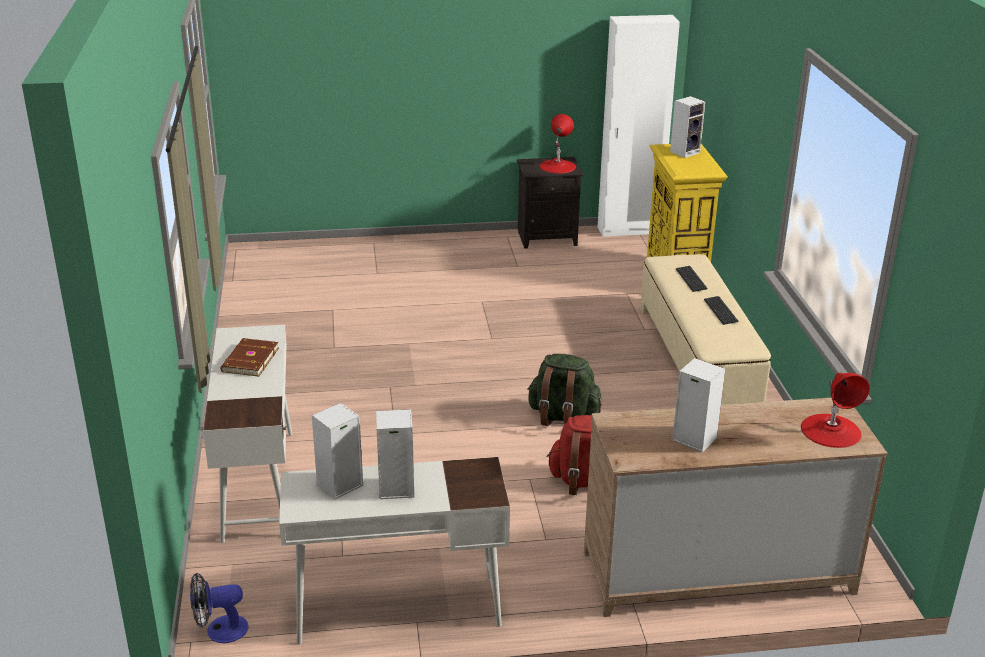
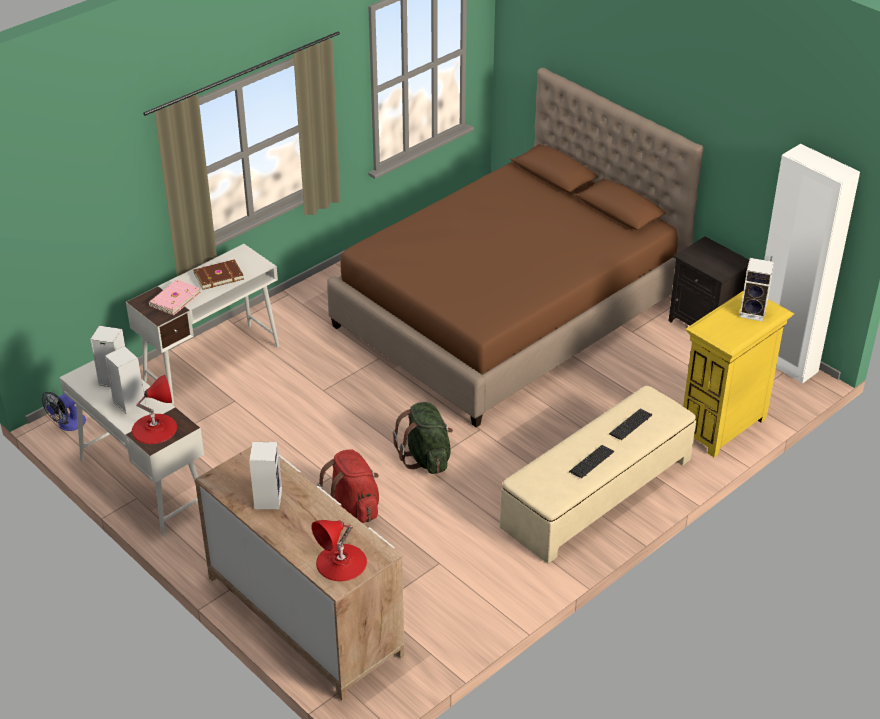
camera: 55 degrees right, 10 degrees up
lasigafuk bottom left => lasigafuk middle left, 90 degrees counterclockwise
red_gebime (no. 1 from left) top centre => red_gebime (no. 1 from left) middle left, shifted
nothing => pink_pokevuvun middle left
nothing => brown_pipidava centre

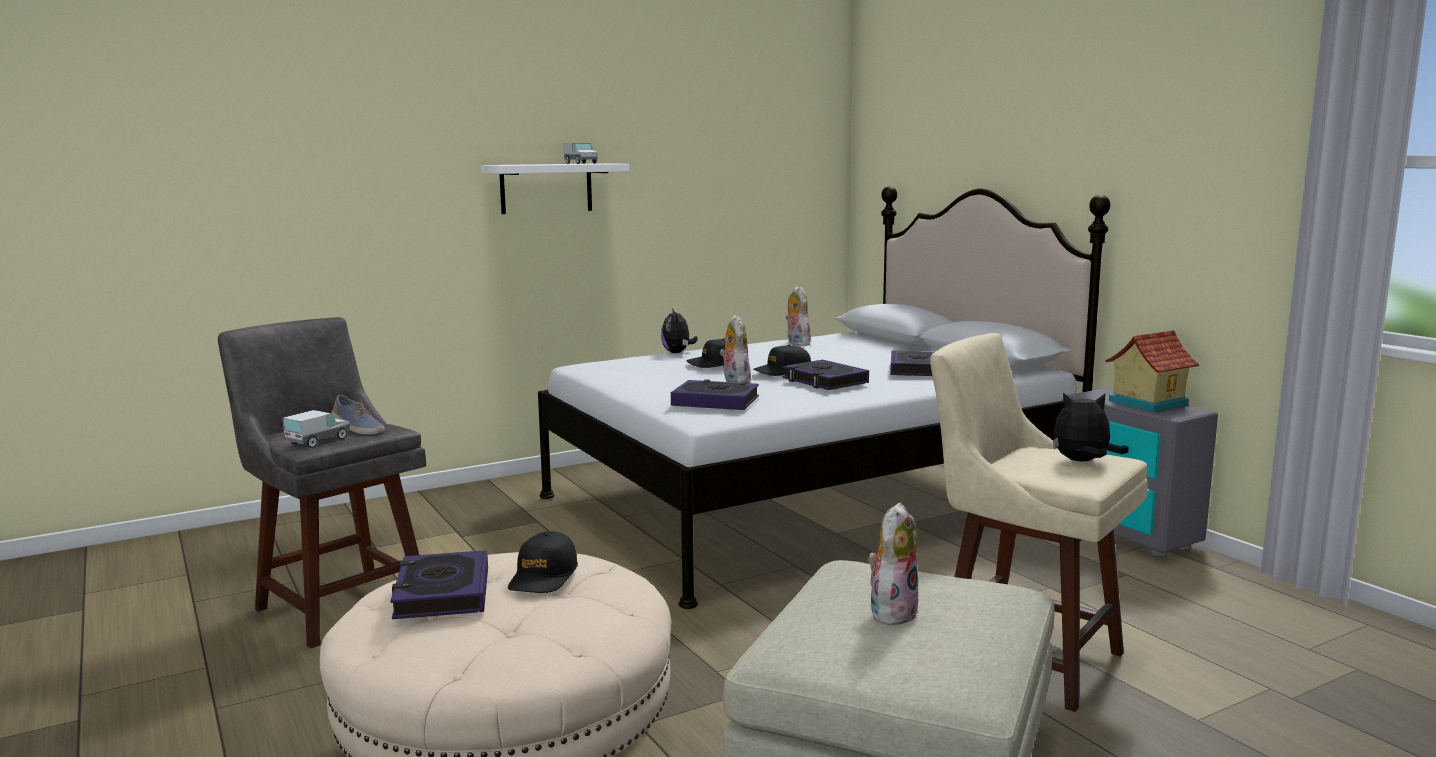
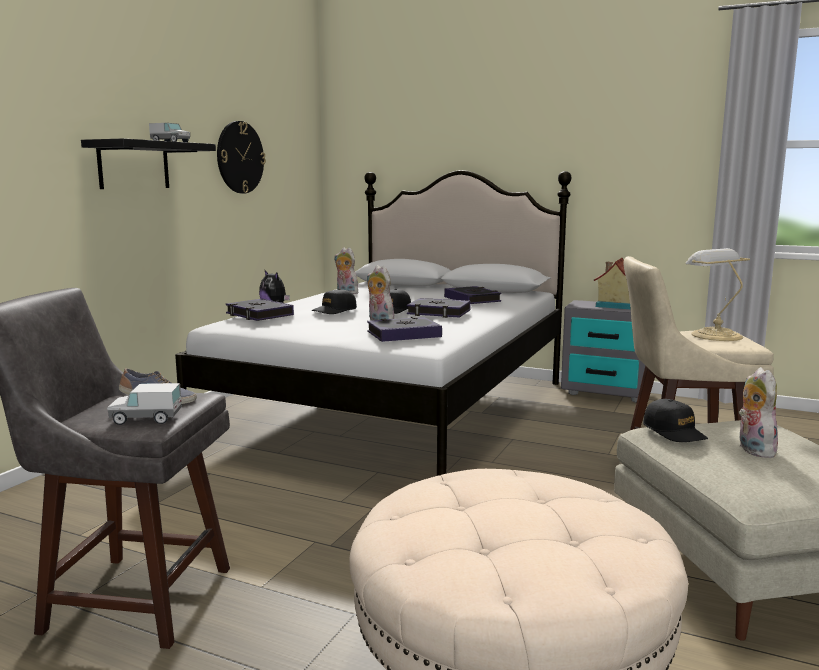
camera: 35 degrees left, 0 degrees up
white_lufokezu top centre => black_lufokezu top left
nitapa (no. 1 from left) middle left, 90 degrees counterclockwise
nothing => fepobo top left
pokevuvun (no. 1 from left) bottom left => pokevuvun (no. 1 from left) middle left, shifted
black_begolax (no. 1 from left in the first image) bottom centre => black_begolax (no. 3 from left) middle right, shifted
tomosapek (no. 5 from left) middle right => gebime middle right

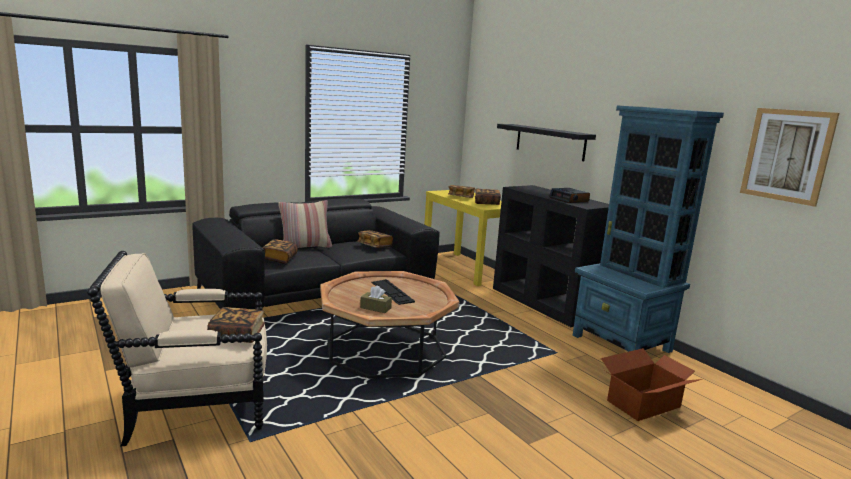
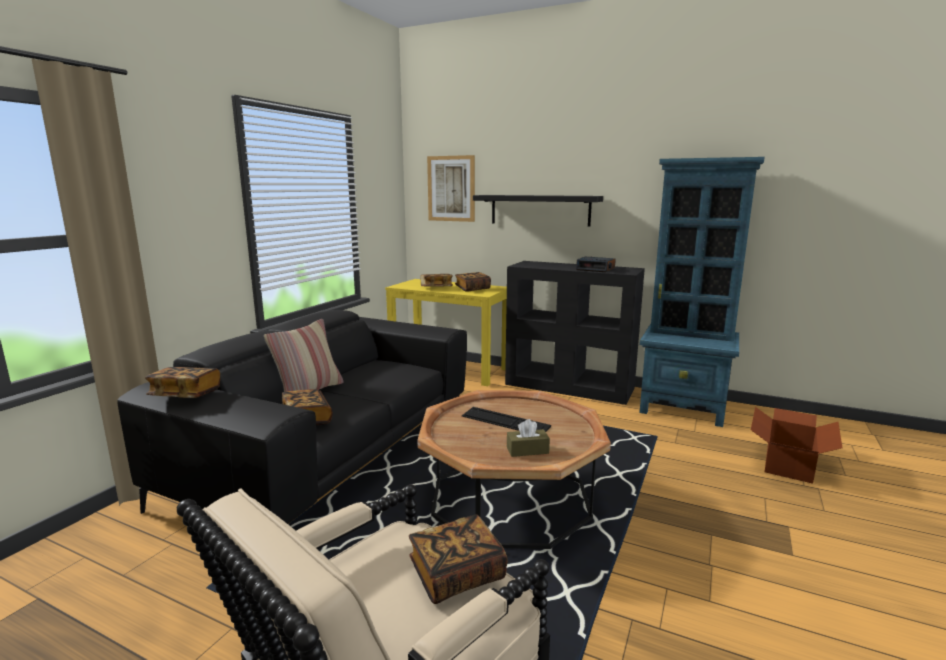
camera: 30 degrees left, 0 degrees up
pokevuvun (no. 3 from left in the first image) centre => pokevuvun (no. 1 from left) middle left, shifted
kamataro top right => kamataro top centre, shifted

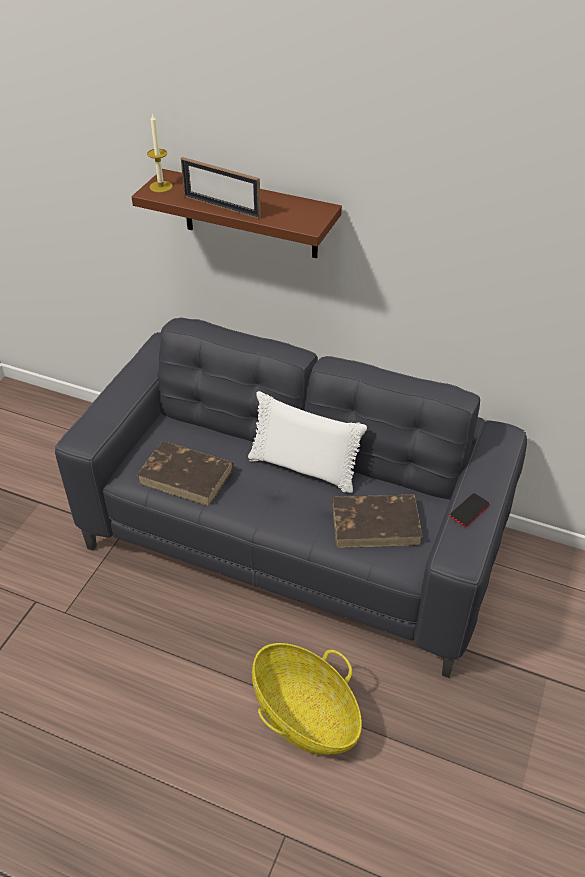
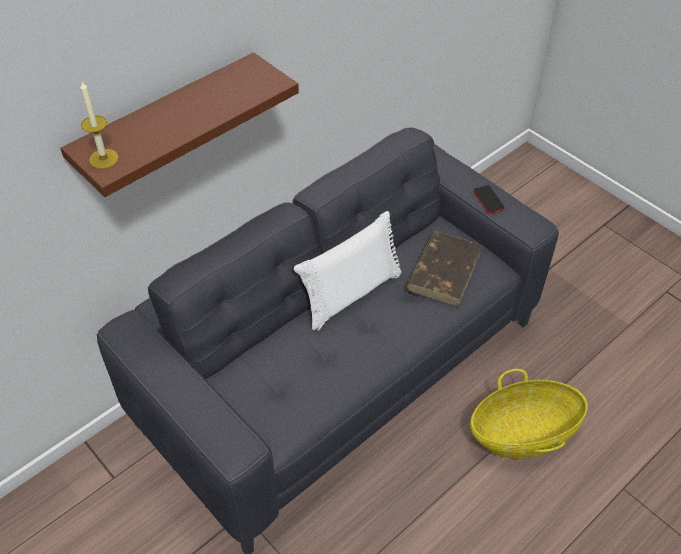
camera: 65 degrees left, 5 degrees up
brown_pokevuvun (no. 1 from left) middle left => nothing
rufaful top centre => nothing

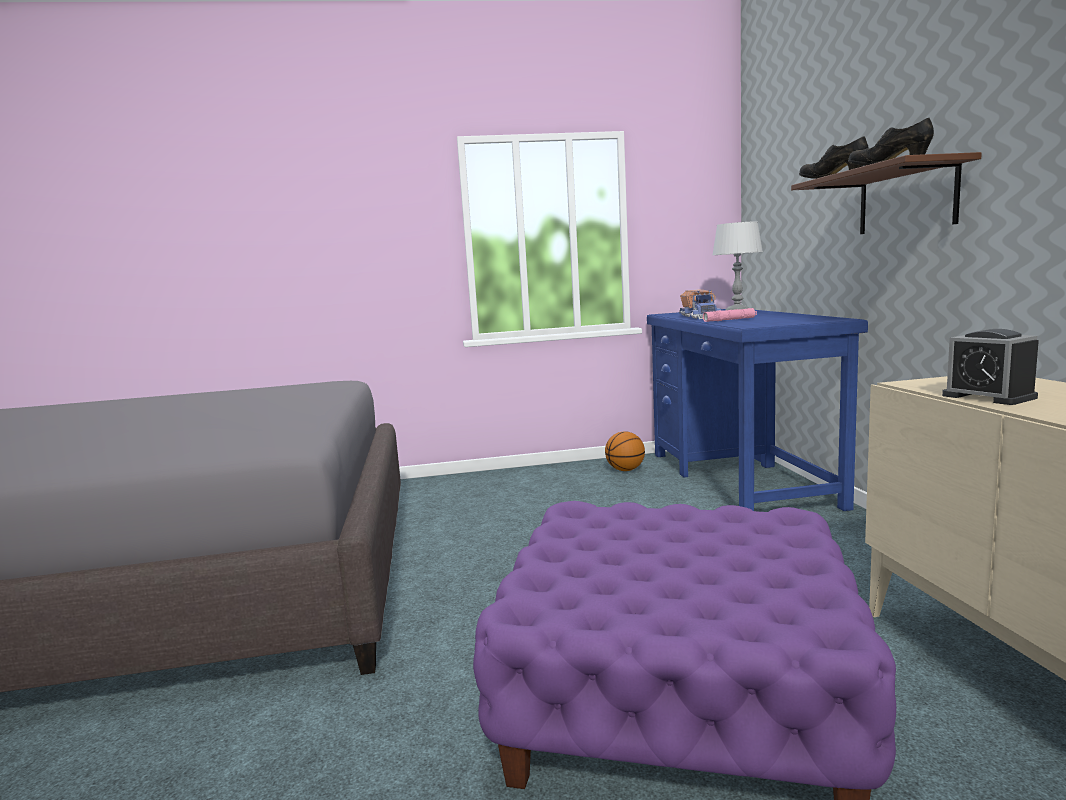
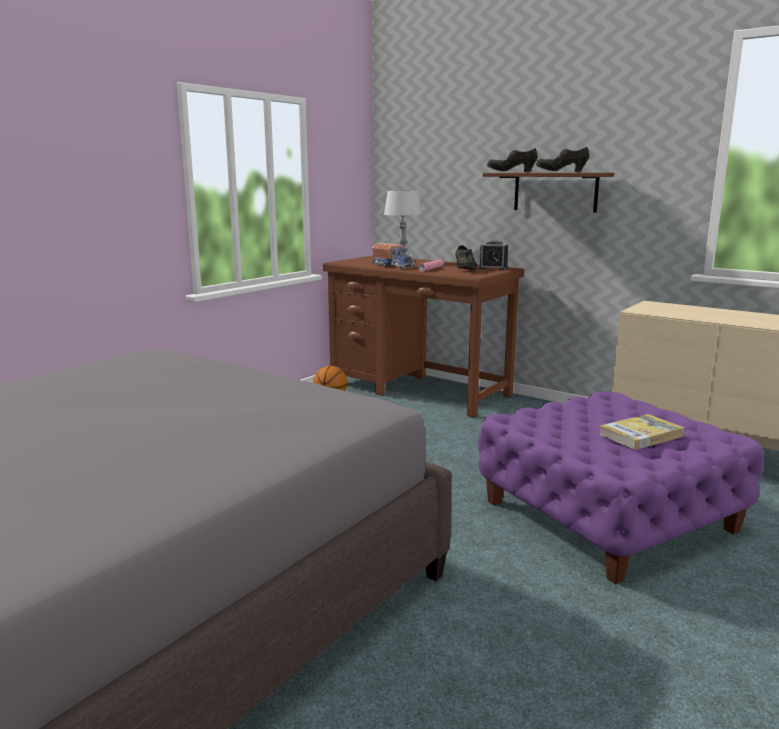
camera: 45 degrees left, 5 degrees up
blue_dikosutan middle right => brown_dikosutan centre
nothing => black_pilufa (no. 1 from left) centre
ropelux middle right => ropelux centre, shifted
nothing => pokevuvun middle right

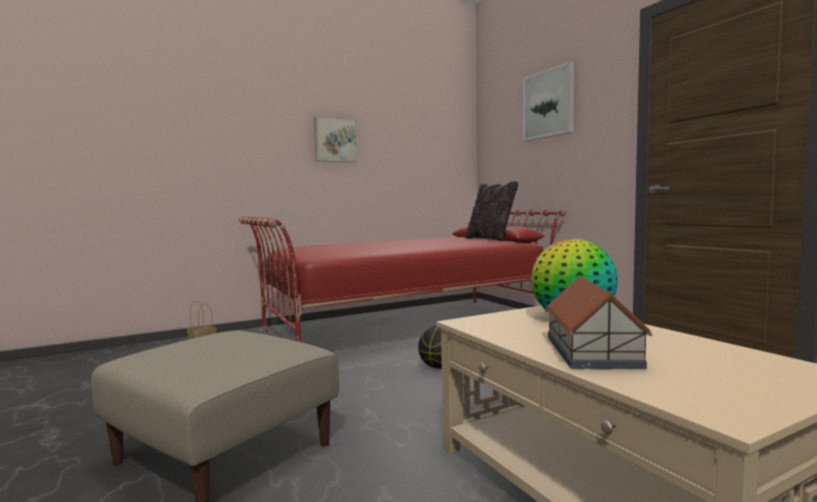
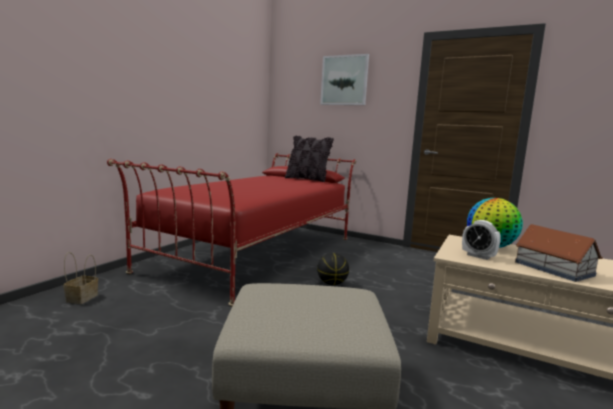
camera: 35 degrees left, 5 degrees up
nothing => ropelux middle right
kamataro (no. 1 from left) top centre => nothing

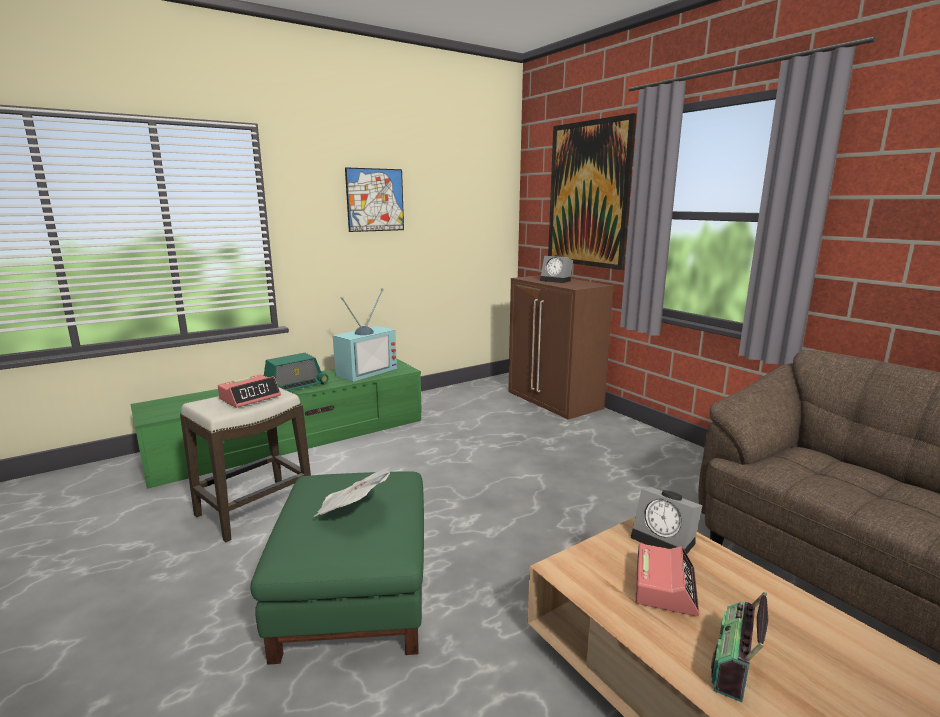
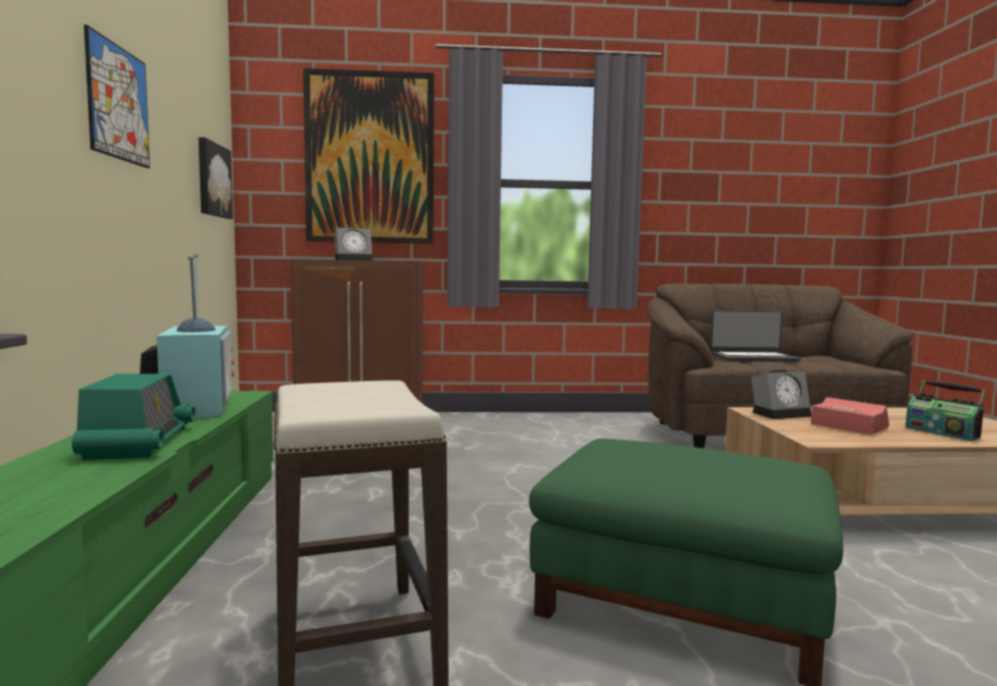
camera: 60 degrees left, 10 degrees down
nothing => kamataro (no. 2 from left) top left
nothing => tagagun middle right
ropelux (no. 1 from left) middle left => nothing
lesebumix bottom centre => nothing

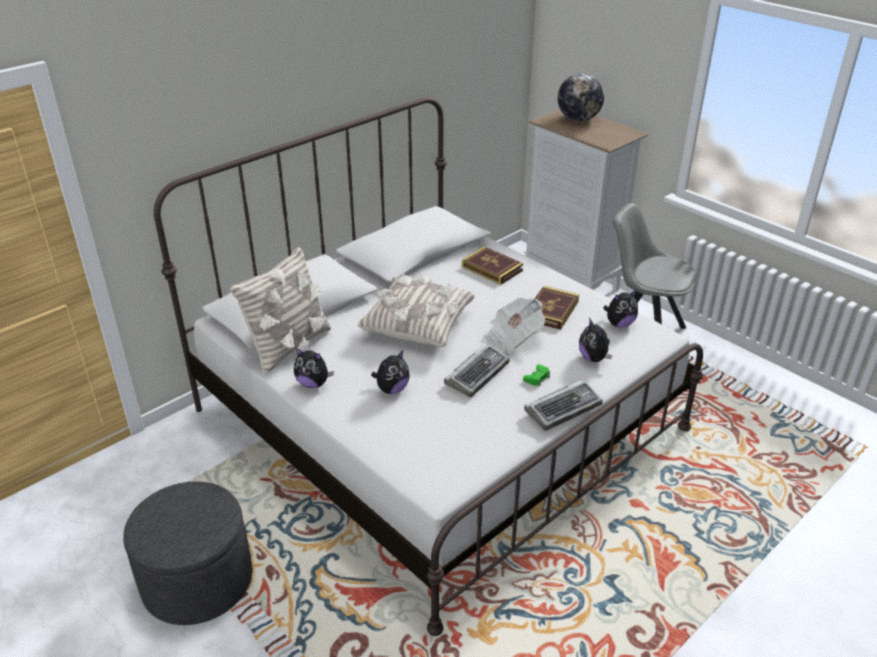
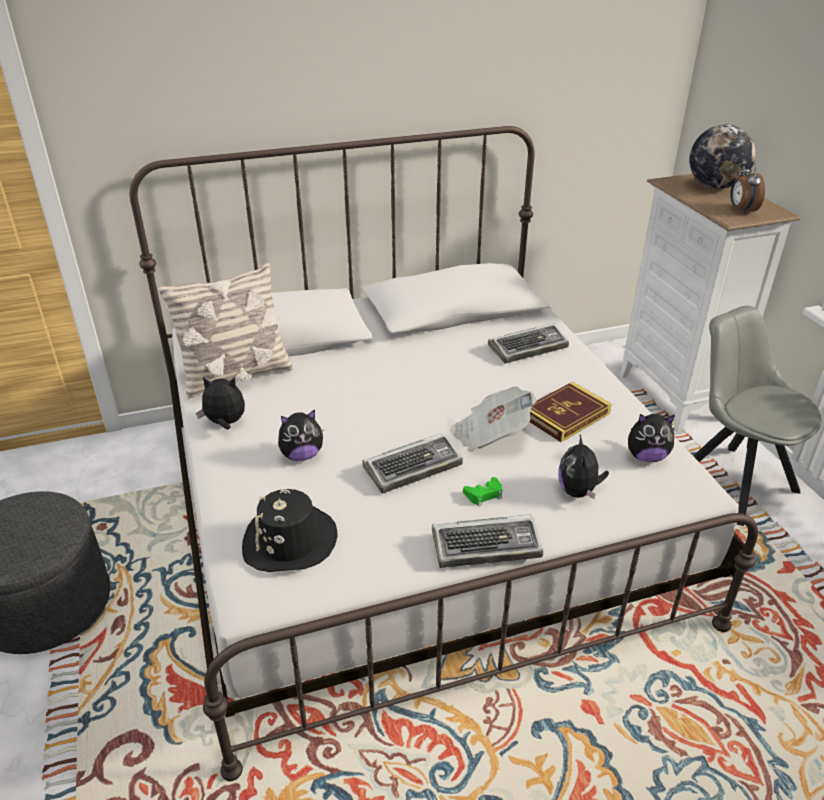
camera: 25 degrees right, 0 degrees up
tomosapek (no. 1 from left) centre => tomosapek (no. 1 from left) middle left, 135 degrees clockwise
nothing => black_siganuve centre
pokevuvun (no. 1 from left) centre => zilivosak (no. 3 from left) centre
nothing => ropelux top right
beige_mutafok (no. 2 from left) centre => nothing

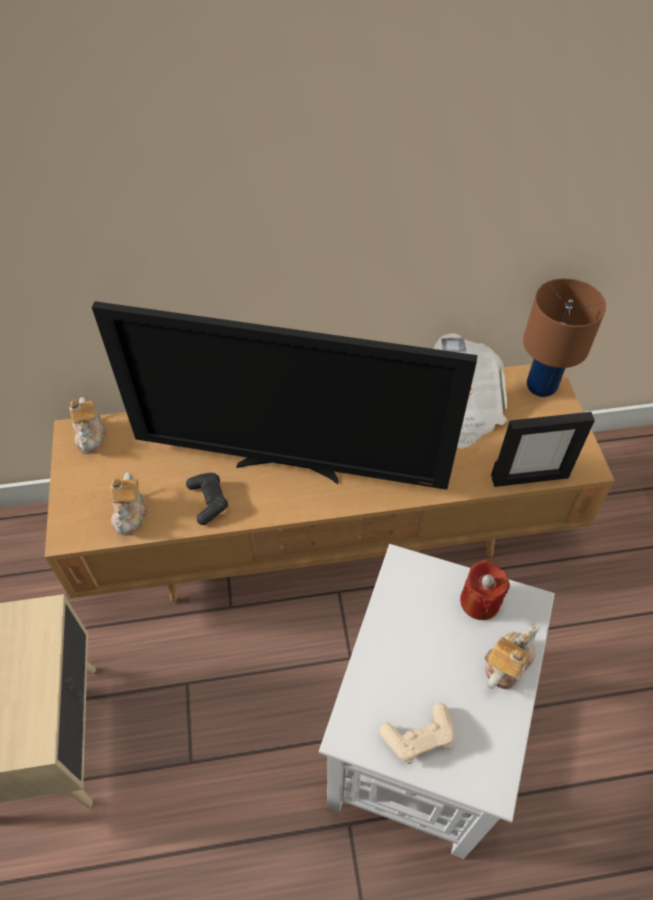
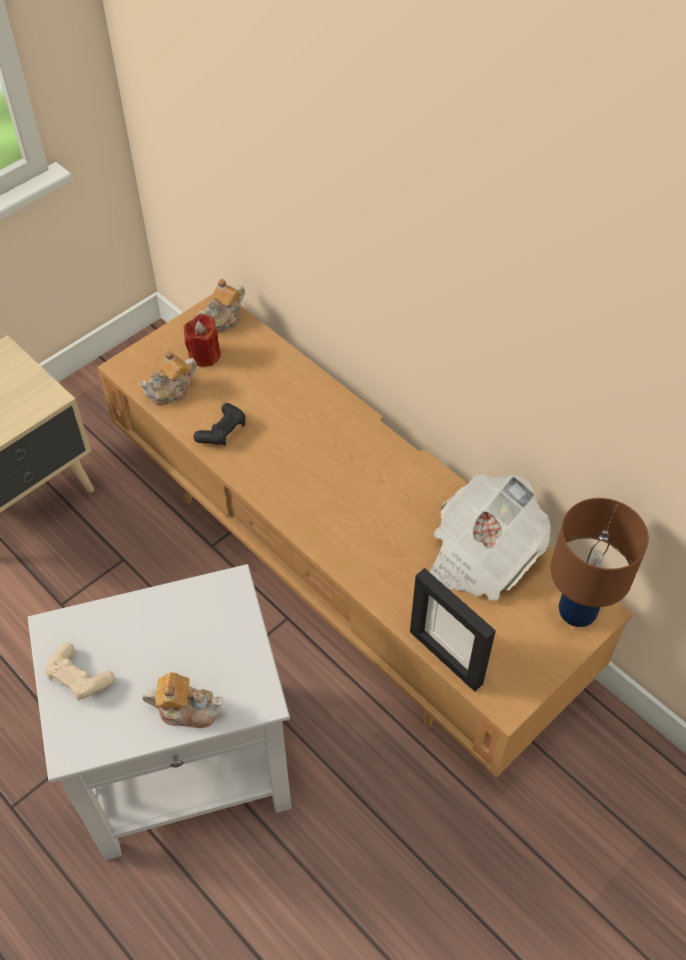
camera: 55 degrees right, 0 degrees up
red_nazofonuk middle right => red_nazofonuk middle left, shifted
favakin centre => nothing

